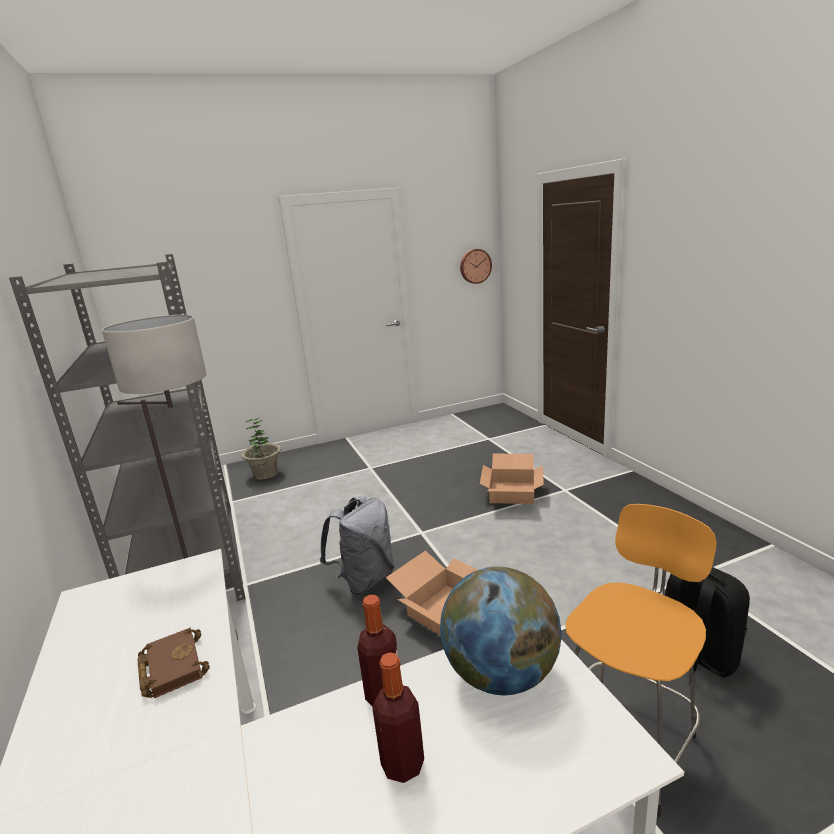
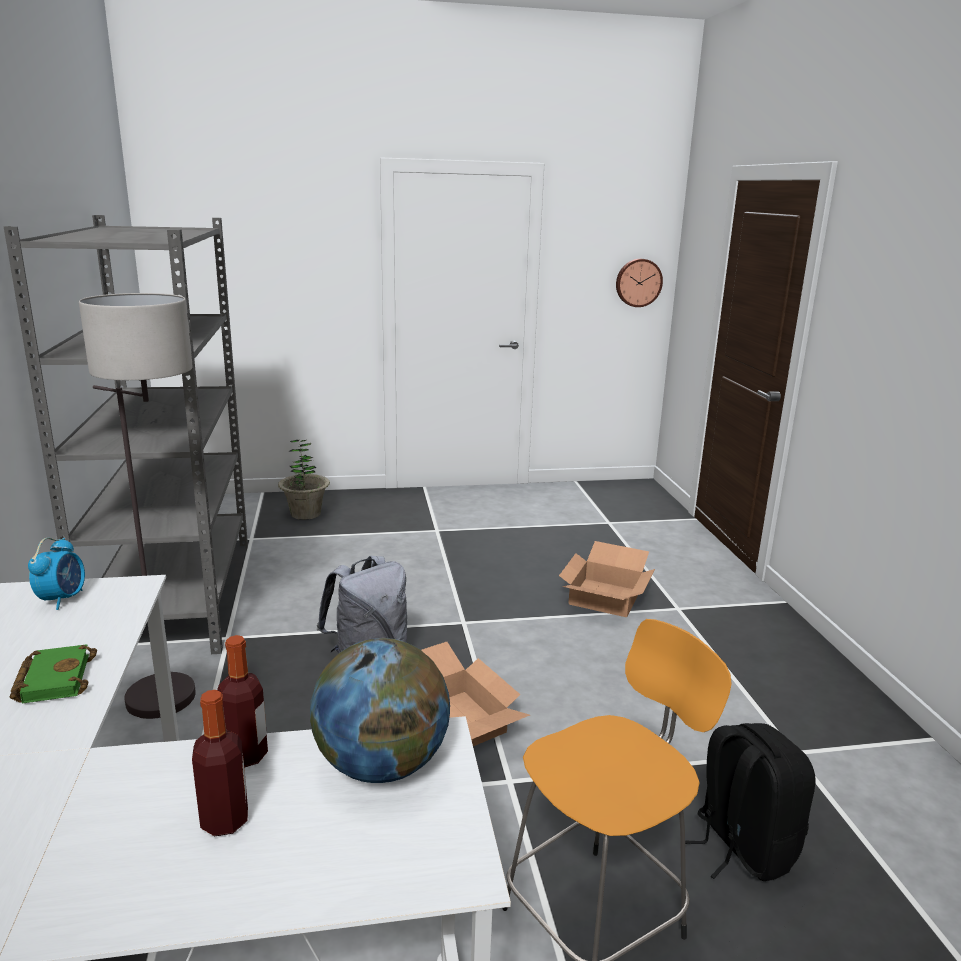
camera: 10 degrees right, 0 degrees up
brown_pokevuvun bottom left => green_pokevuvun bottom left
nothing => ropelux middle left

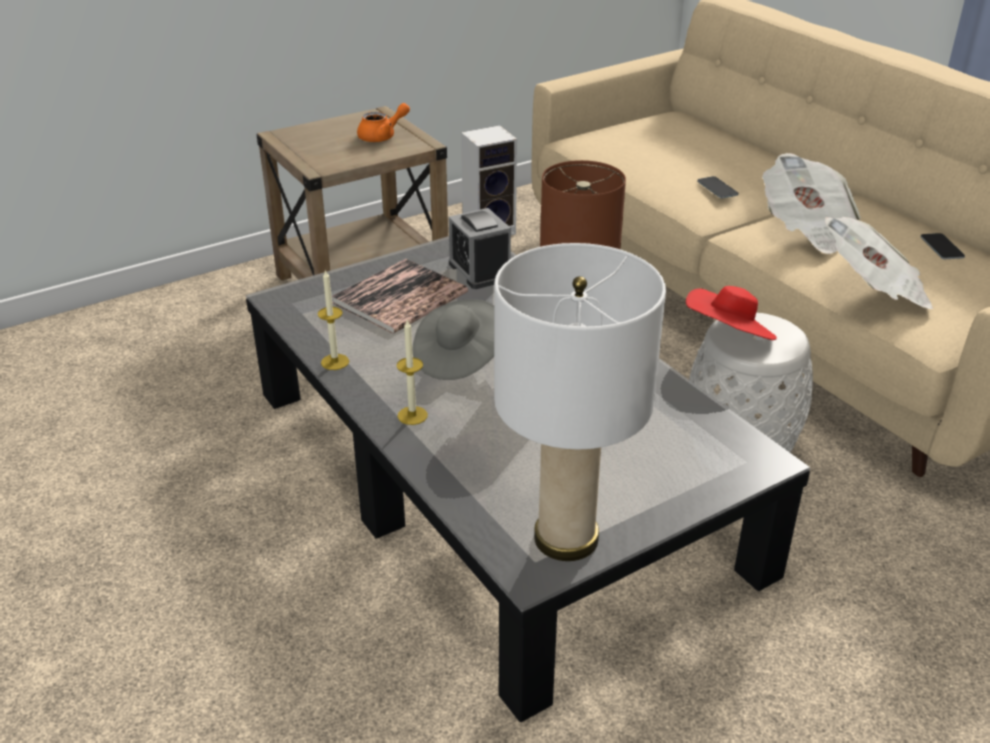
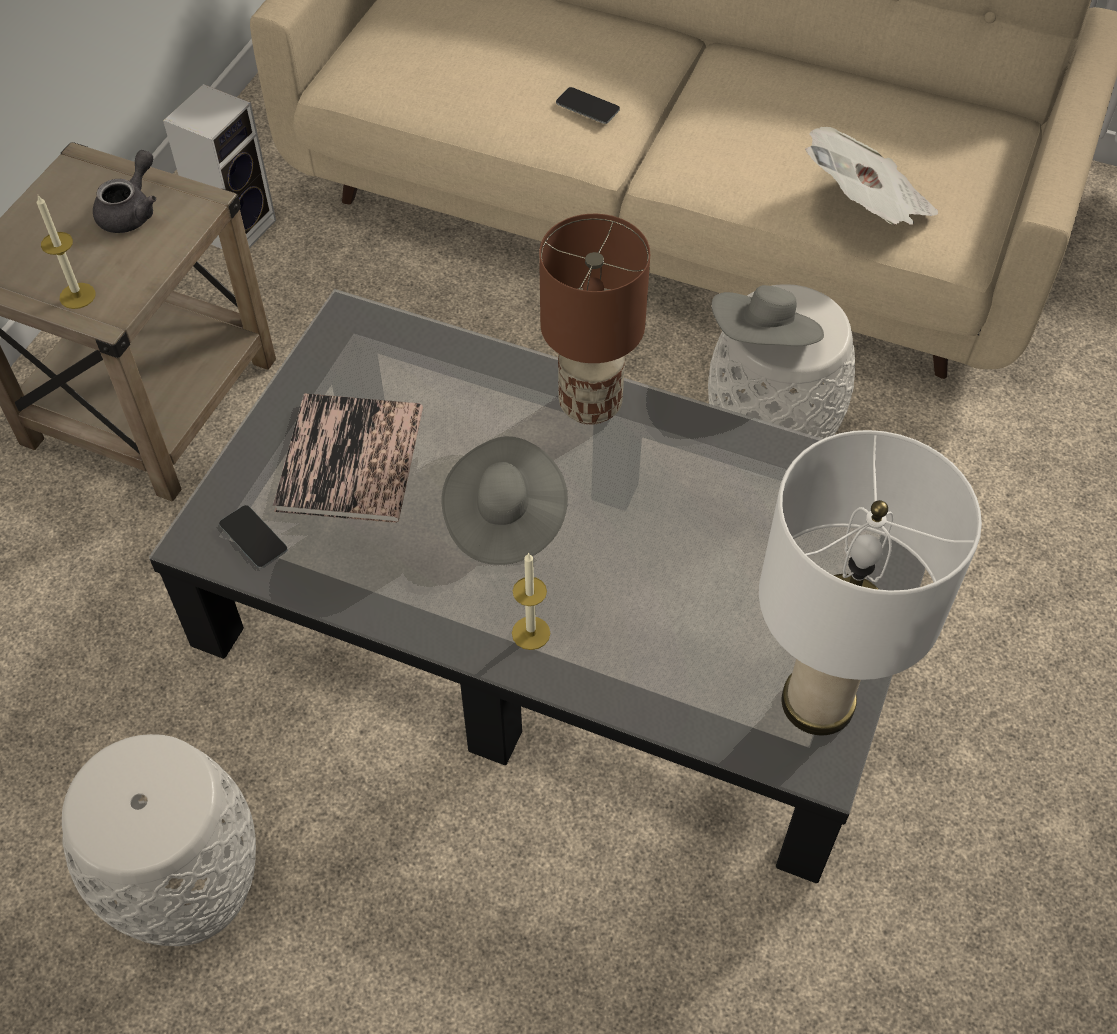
camera: 35 degrees left, 20 degrees up
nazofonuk (no. 1 from left) centre => nazofonuk (no. 1 from left) top left, shifted
nothing => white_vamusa (no. 1 from left) bottom left
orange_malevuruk top centre => grey_malevuruk top left
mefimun (no. 2 from left in the first image) top right => mefimun (no. 1 from left) middle left, shifted
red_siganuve middle right => grey_siganuve (no. 2 from left) top right
ropelux centre => nothing
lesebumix (no. 1 from left) top right => nothing

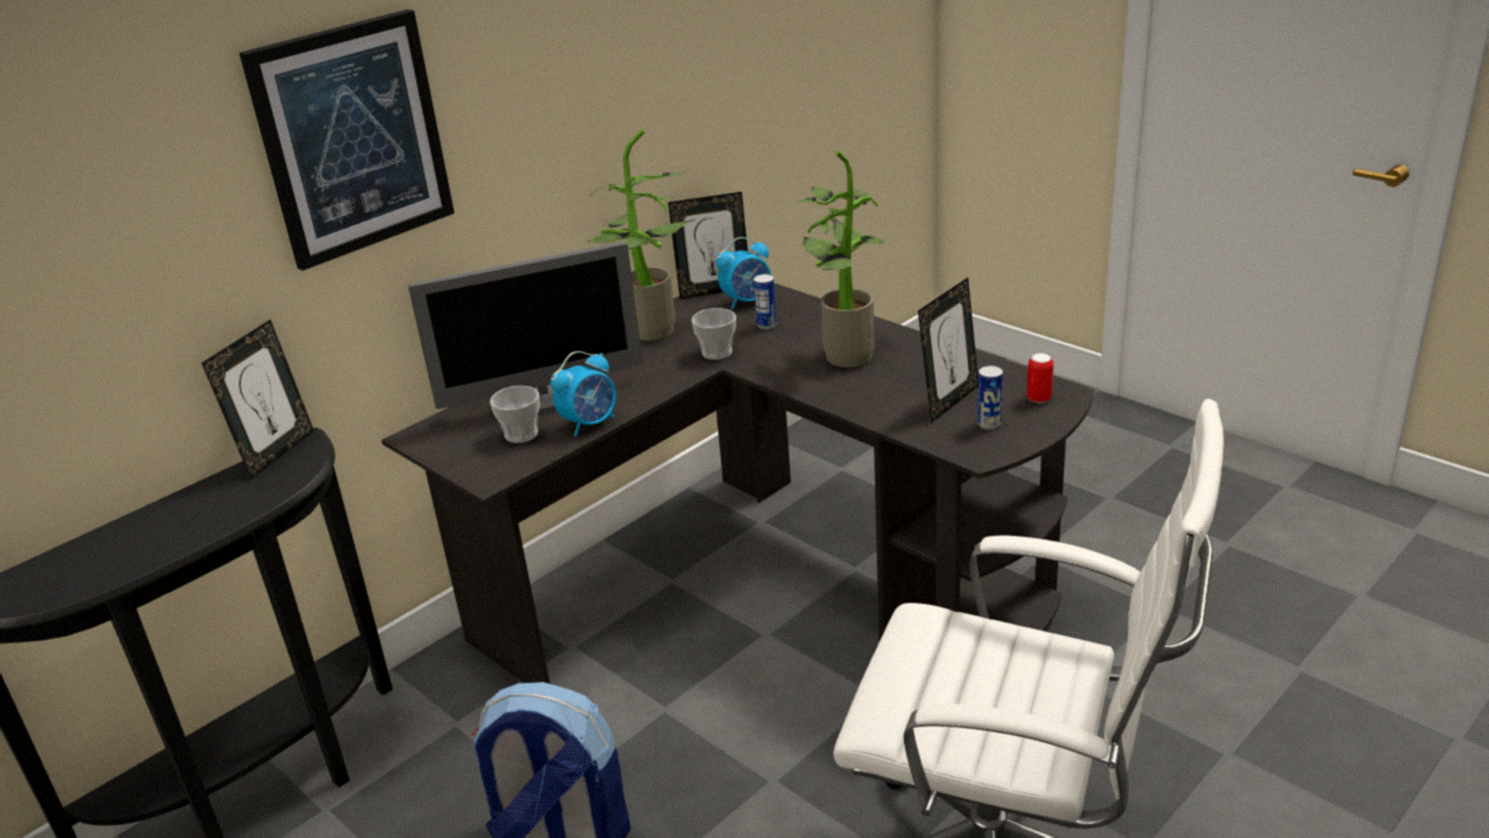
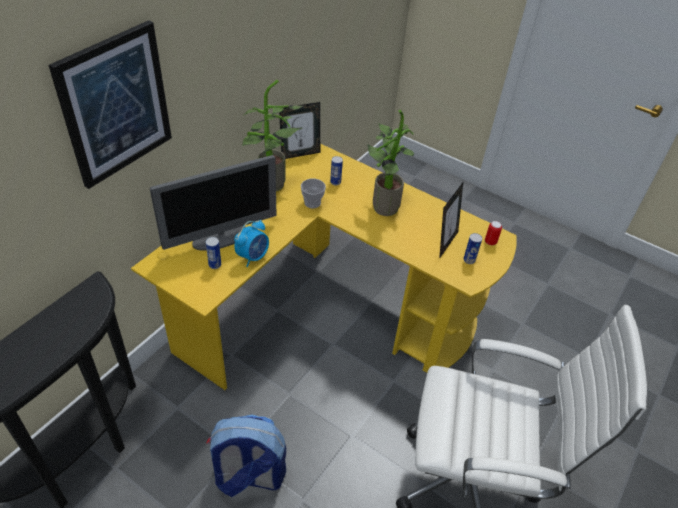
camera: 15 degrees left, 15 degrees up
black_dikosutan centre => yellow_dikosutan centre
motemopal (no. 1 from left) centre => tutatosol (no. 1 from left) middle left
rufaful (no. 1 from left) middle left => nothing
ropelux (no. 2 from left) top centre => nothing

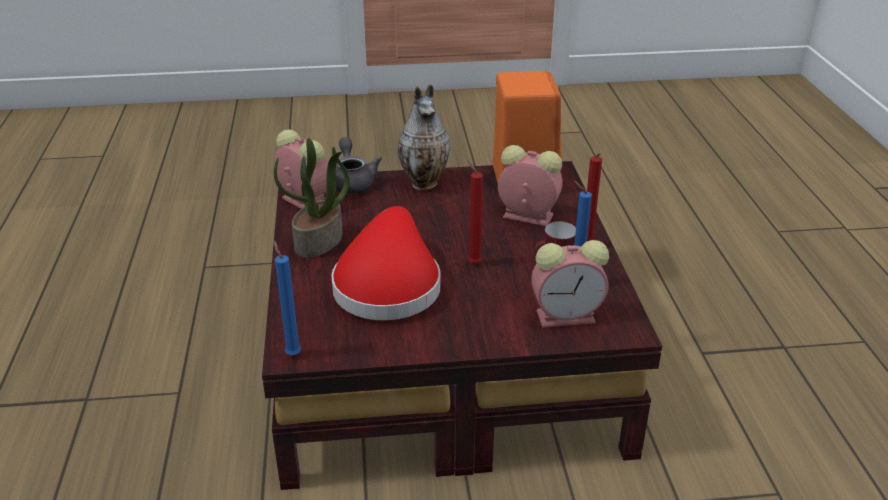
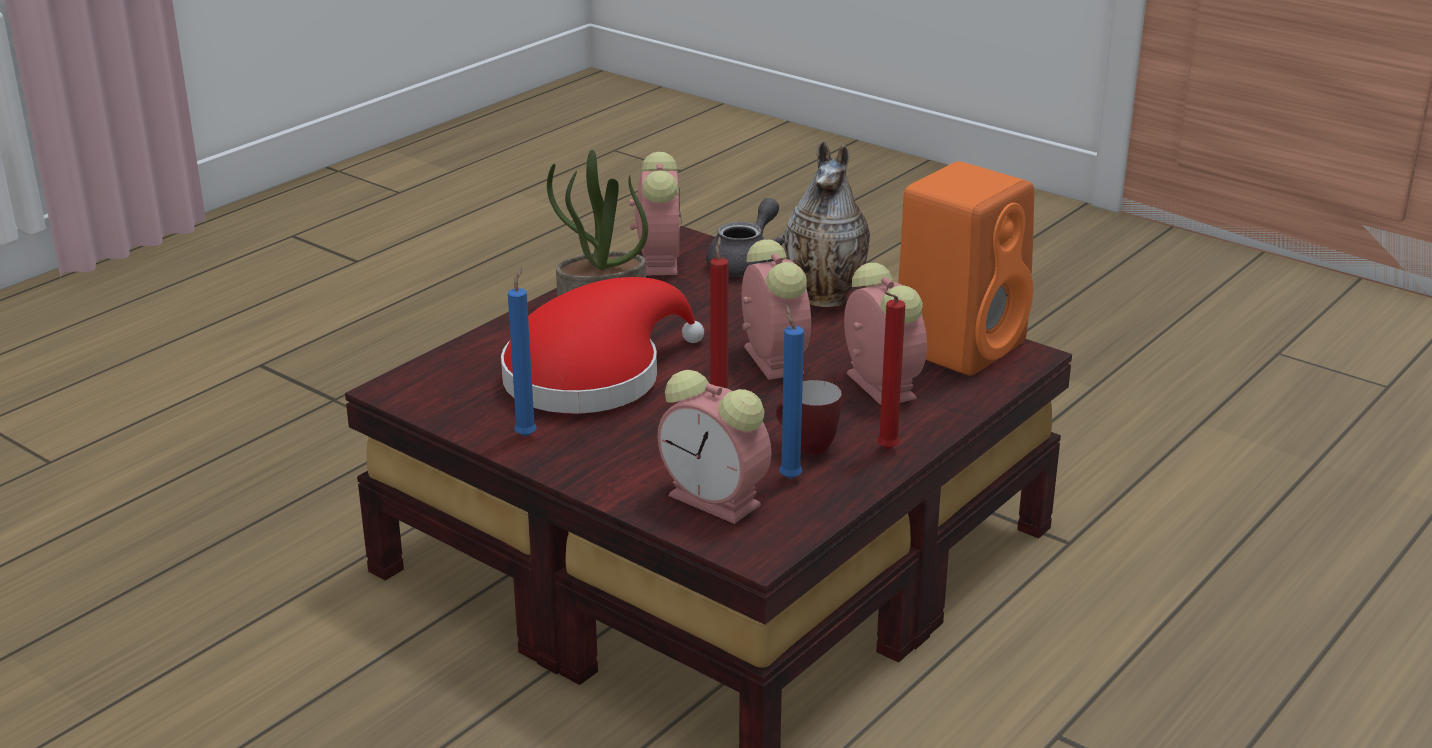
camera: 45 degrees right, 5 degrees down
blue_nazofonuk (no. 1 from left) middle left => blue_nazofonuk (no. 1 from left) centre, shifted
nothing => ropelux (no. 3 from left) centre

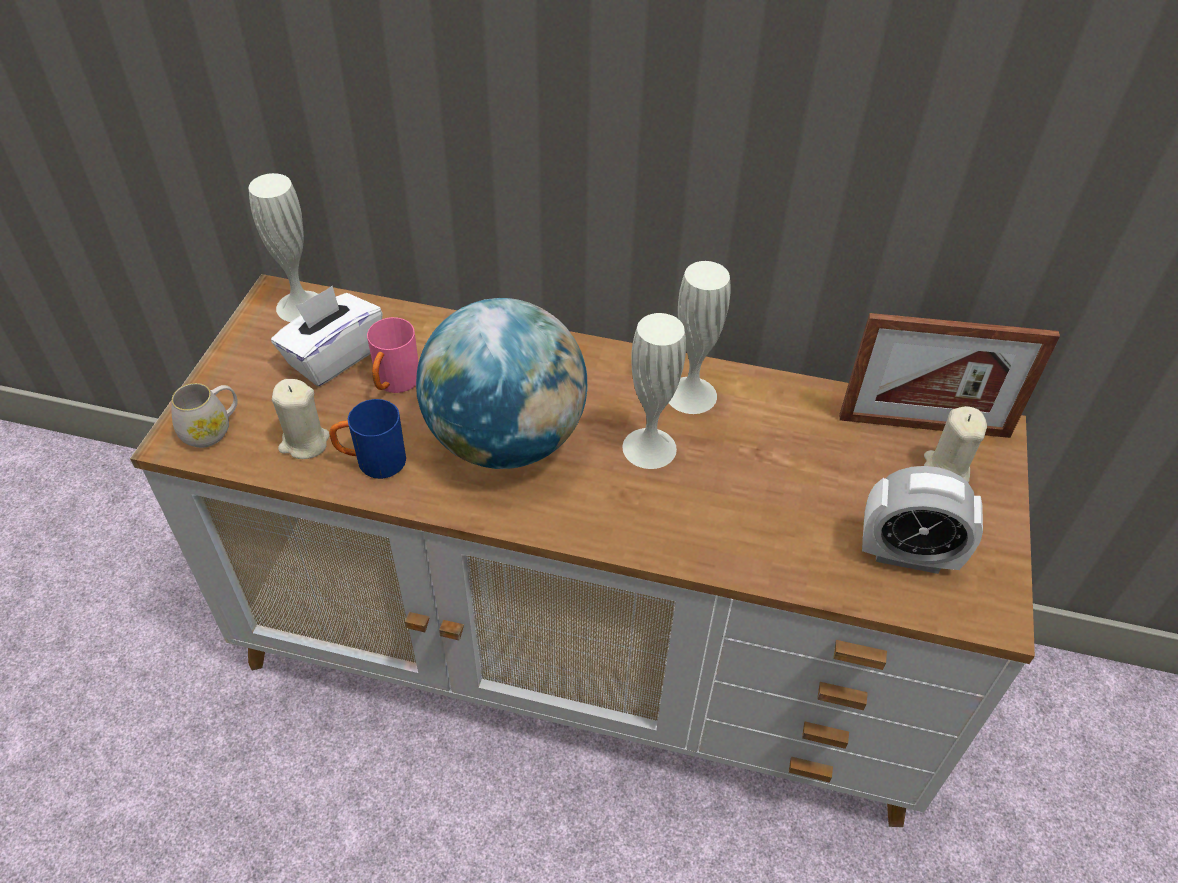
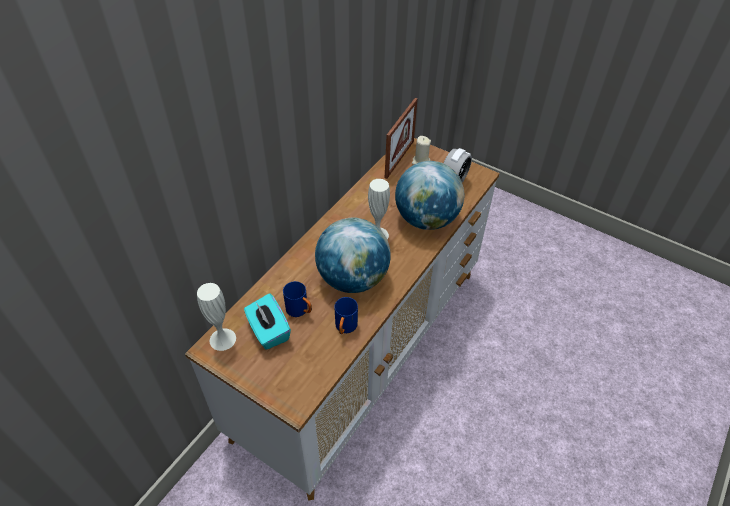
camera: 70 degrees left, 0 degrees up
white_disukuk middle left => turquoise_disukuk centre
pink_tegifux centre => blue_tegifux (no. 1 from left) centre
nothing => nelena (no. 2 from left) centre
white_tegifux middle left => nothing
beige_nazofonuk (no. 1 from left) middle left => nothing
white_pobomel (no. 3 from left) centre => nothing

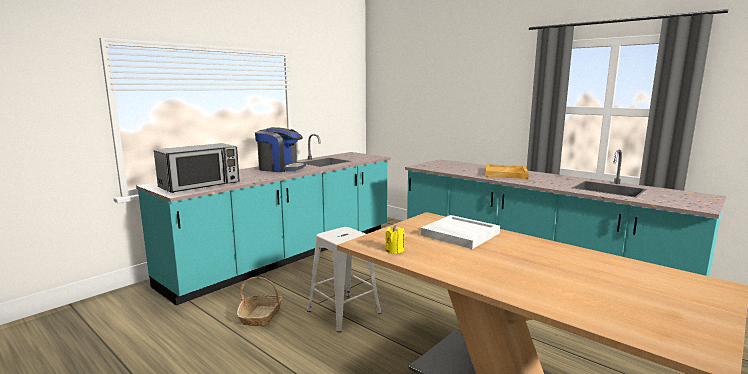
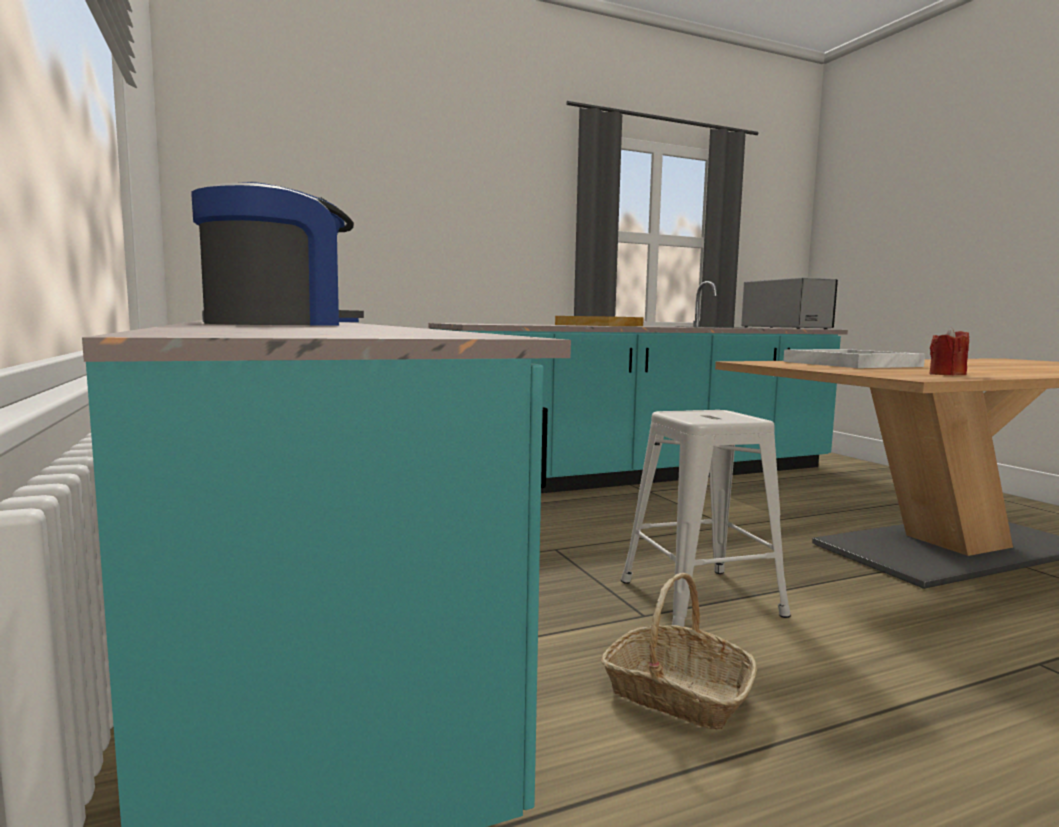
camera: 65 degrees left, 5 degrees down
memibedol middle left => memibedol middle right, shifted
yellow_nazofonuk centre => red_nazofonuk middle right

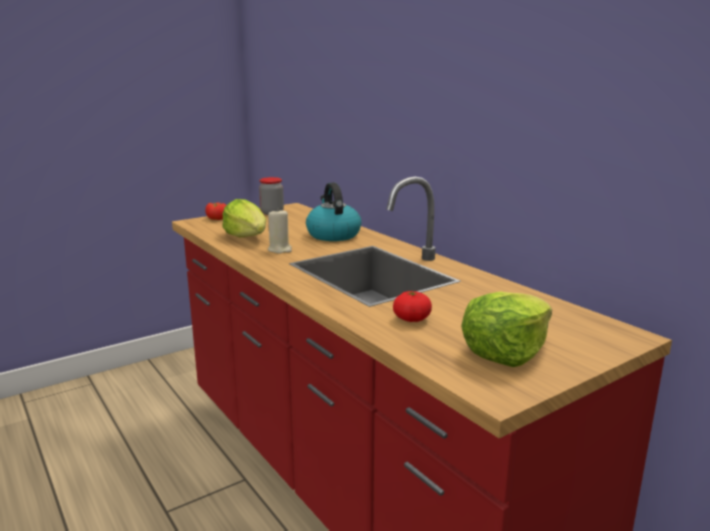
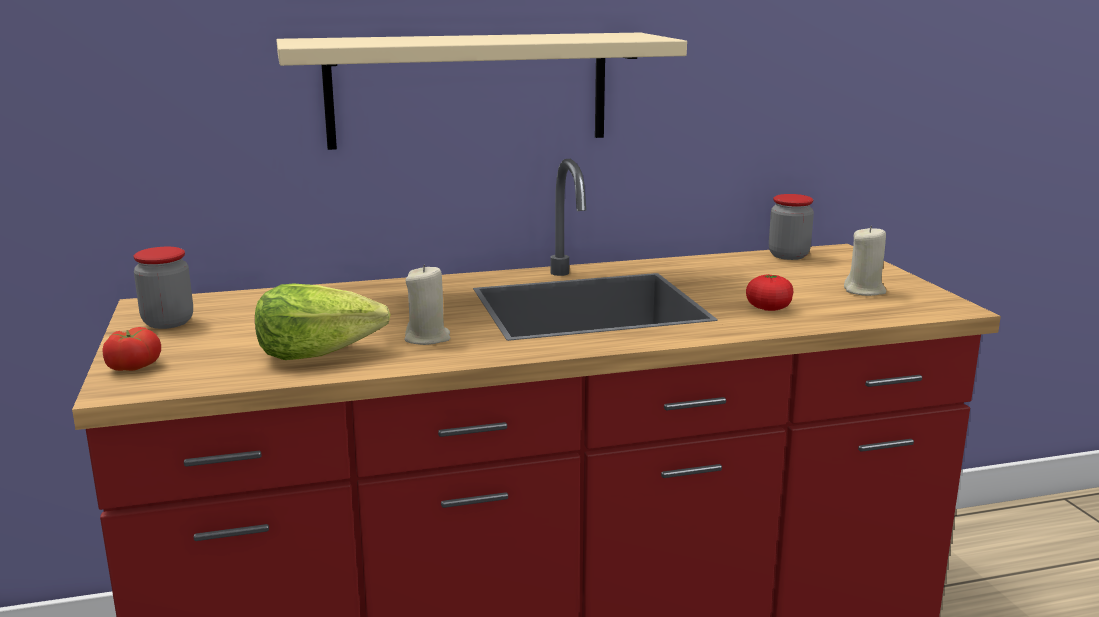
camera: 70 degrees left, 0 degrees up
nothing => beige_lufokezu top centre
nothing => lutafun (no. 2 from left) middle right
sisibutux (no. 2 from left) middle right => beige_nazofonuk (no. 2 from left) middle right
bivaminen centre => nothing

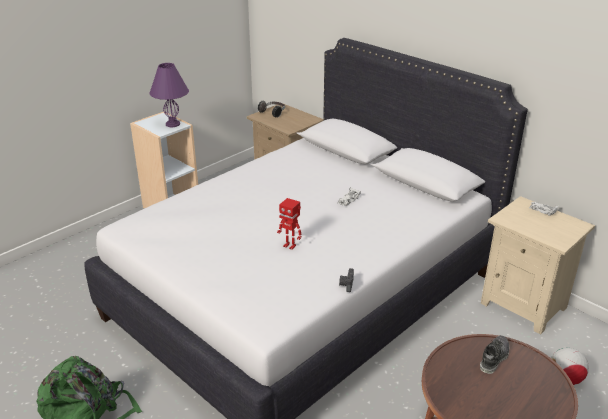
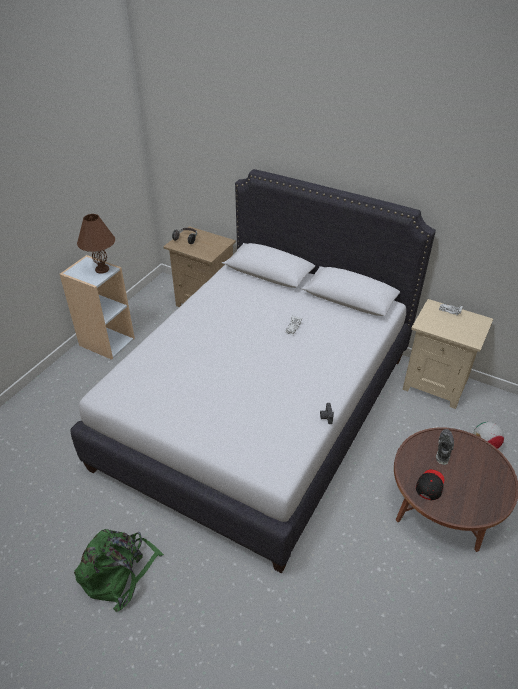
camera: 15 degrees left, 10 degrees up
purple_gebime top left => brown_gebime middle left
nothing => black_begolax bottom right
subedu centre => nothing

